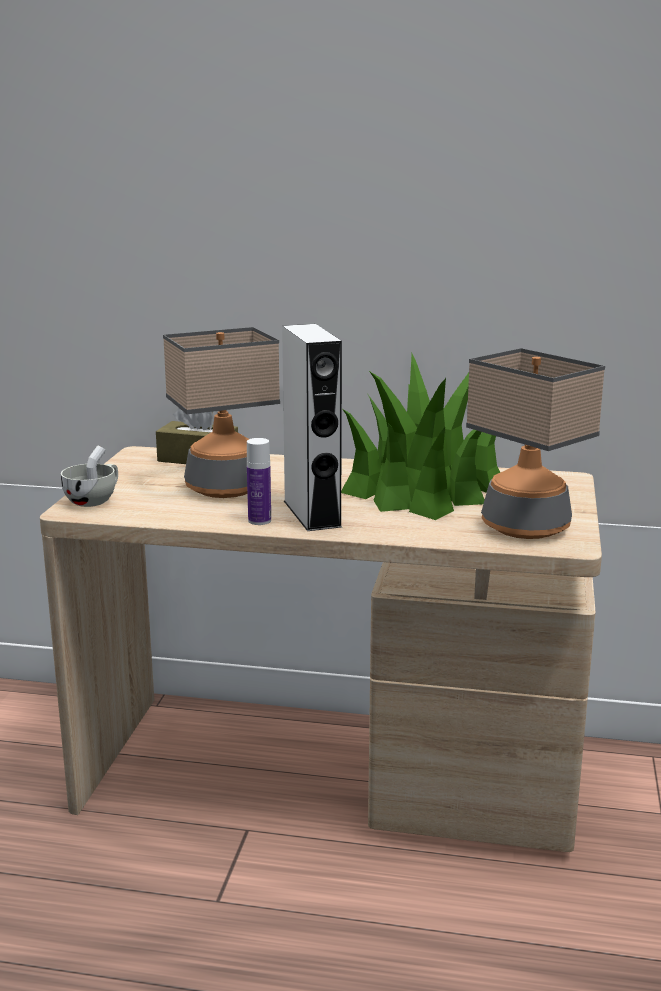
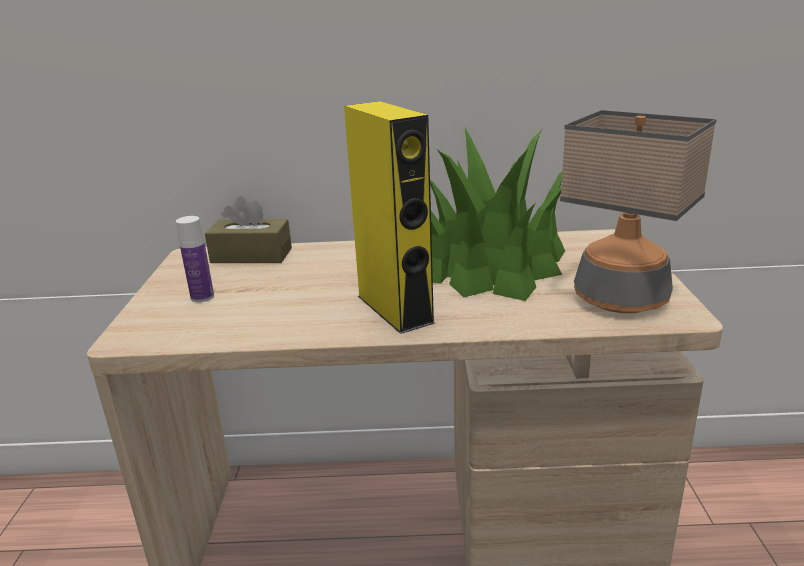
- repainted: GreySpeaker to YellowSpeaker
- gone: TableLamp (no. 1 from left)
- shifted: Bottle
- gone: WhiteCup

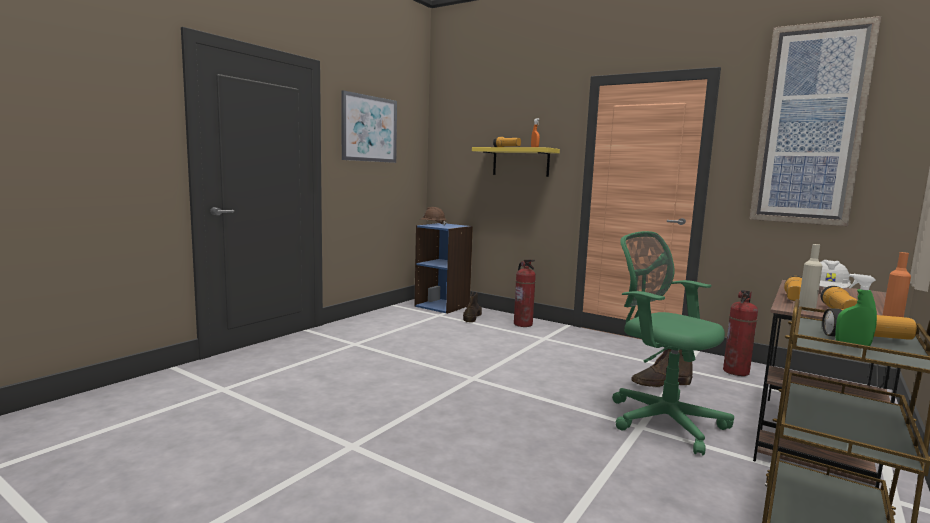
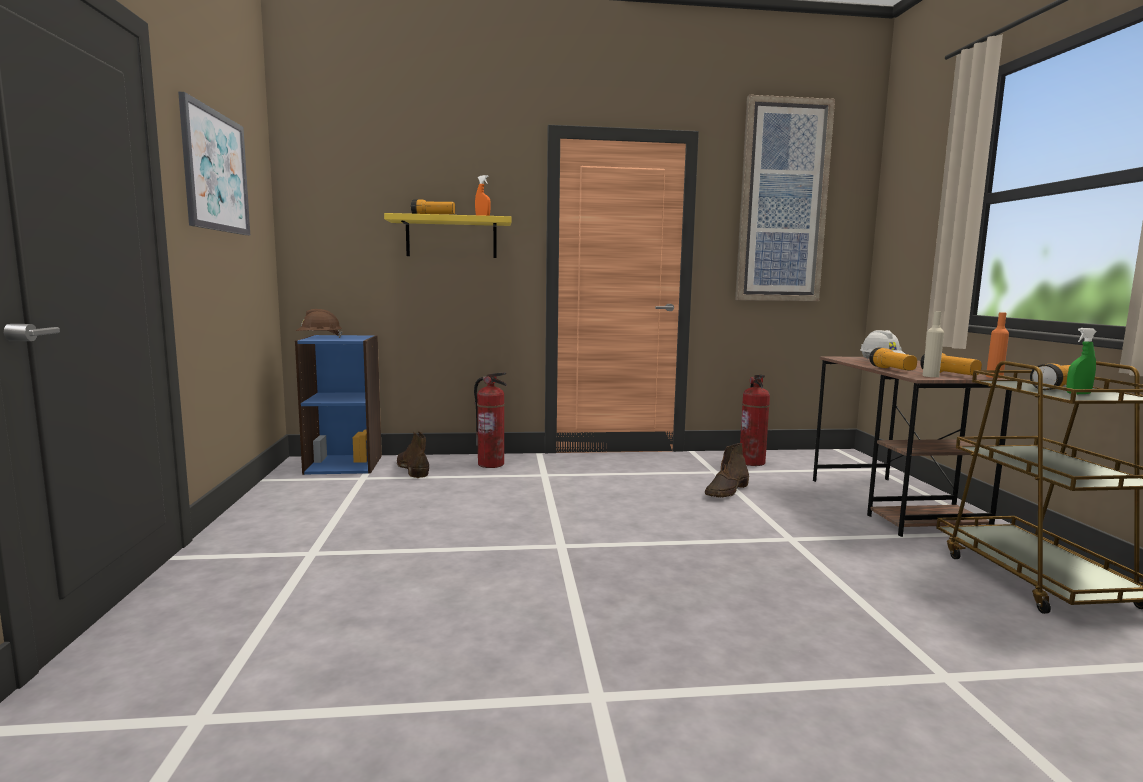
- gone: GreenOfficeChair

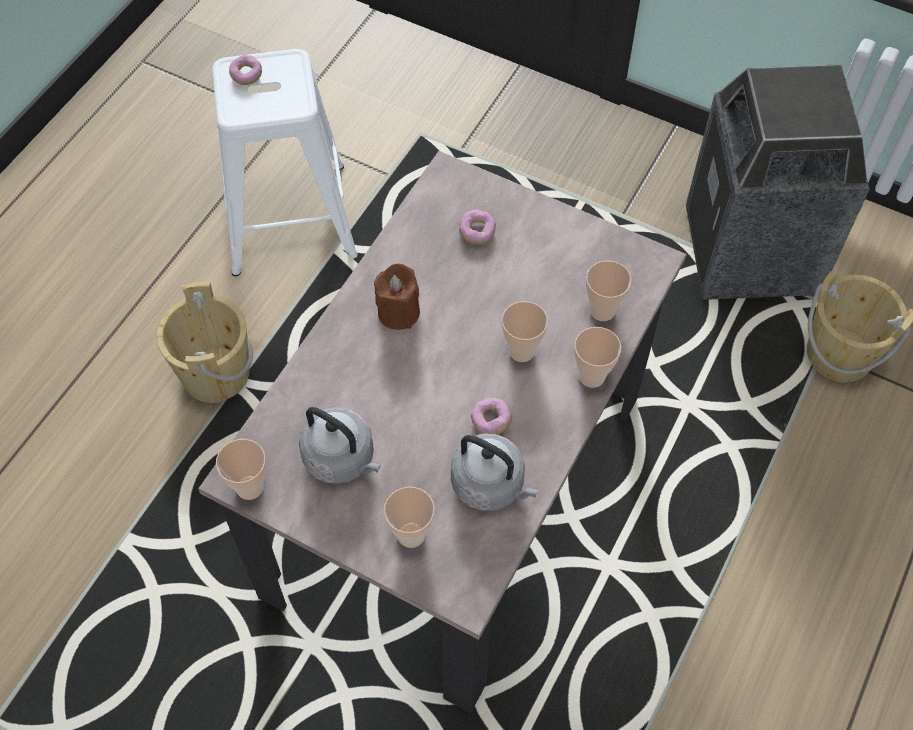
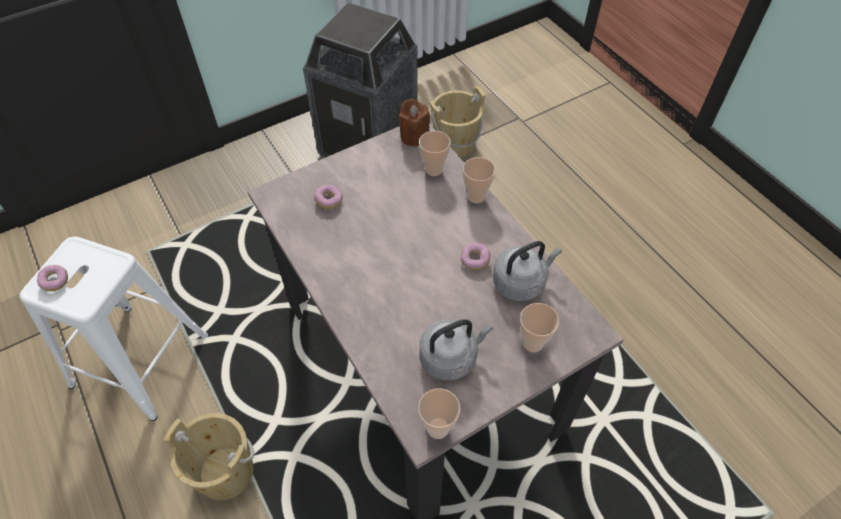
- shifted: BrownCandle
- gone: Cup (no. 3 from left)

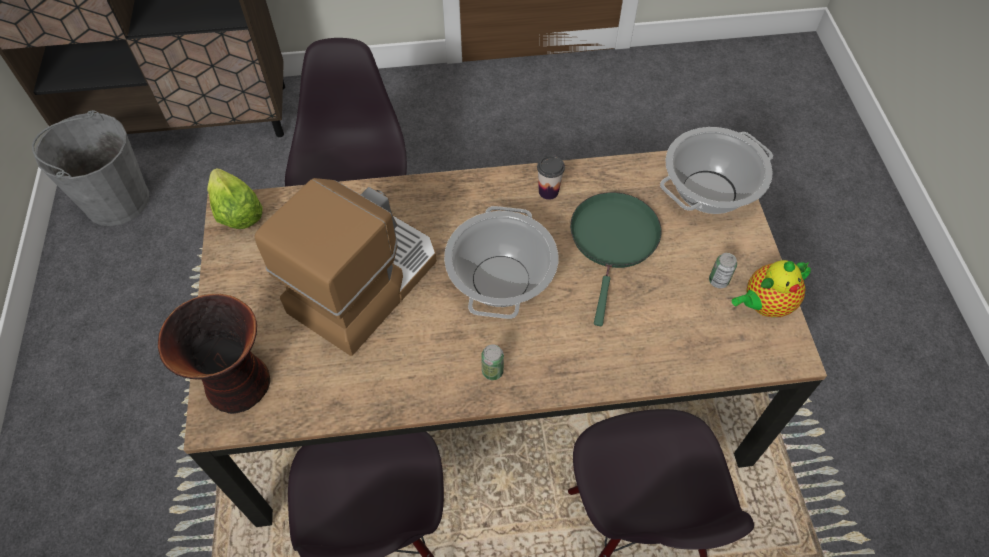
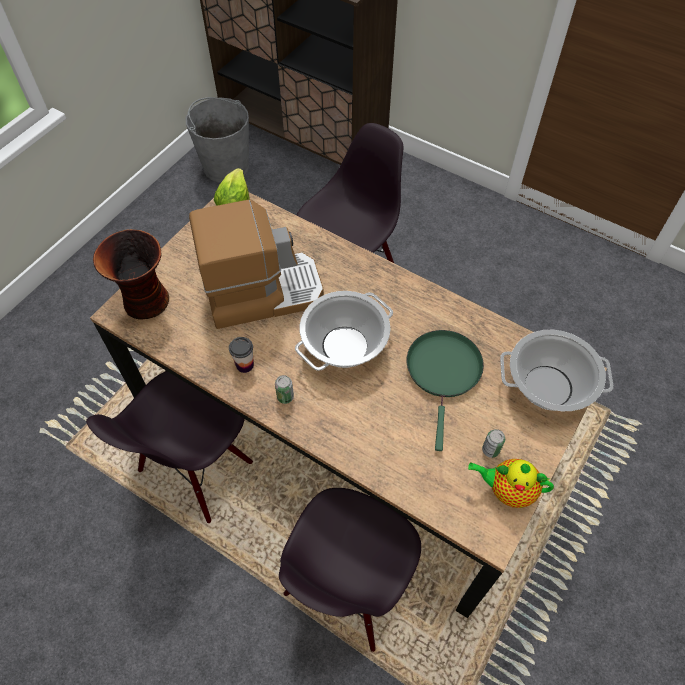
- shifted: Cup
- rotated: GreenFryingPan 45 degrees counterclockwise

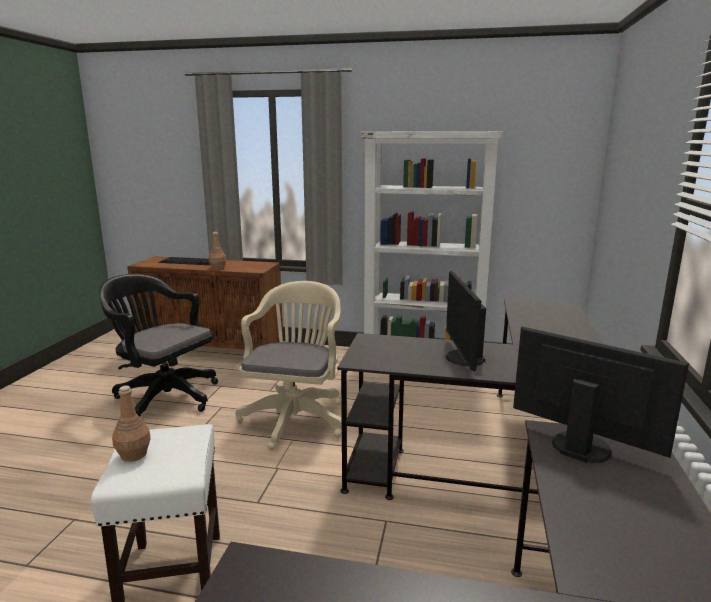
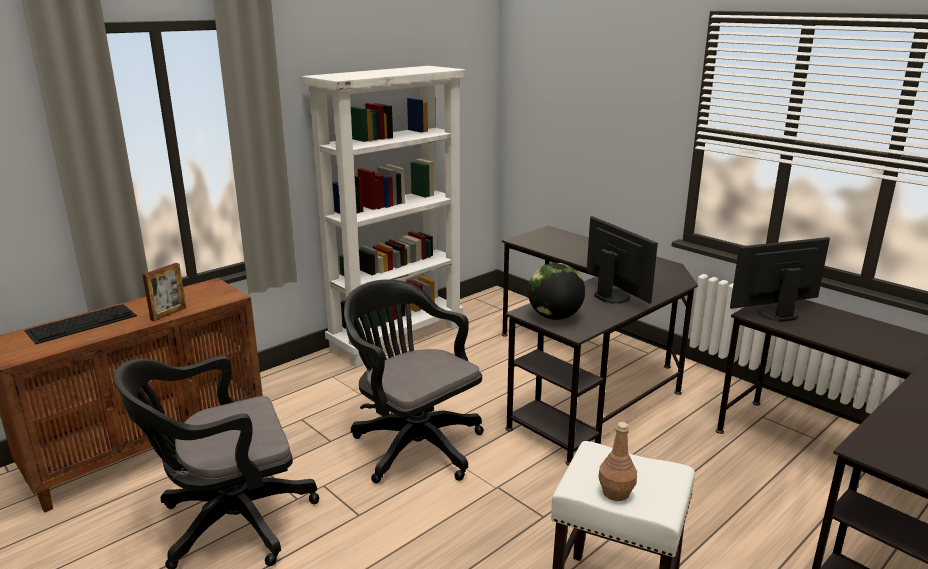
- swapped: BrownBottle (no. 2 from left) to PictureFrame
- rotated: Monitor (no. 1 from left) 150 degrees counterclockwise
- repainted: BeigeOfficeChair to BlackOfficeChair (no. 2 from left)
- new: Globe

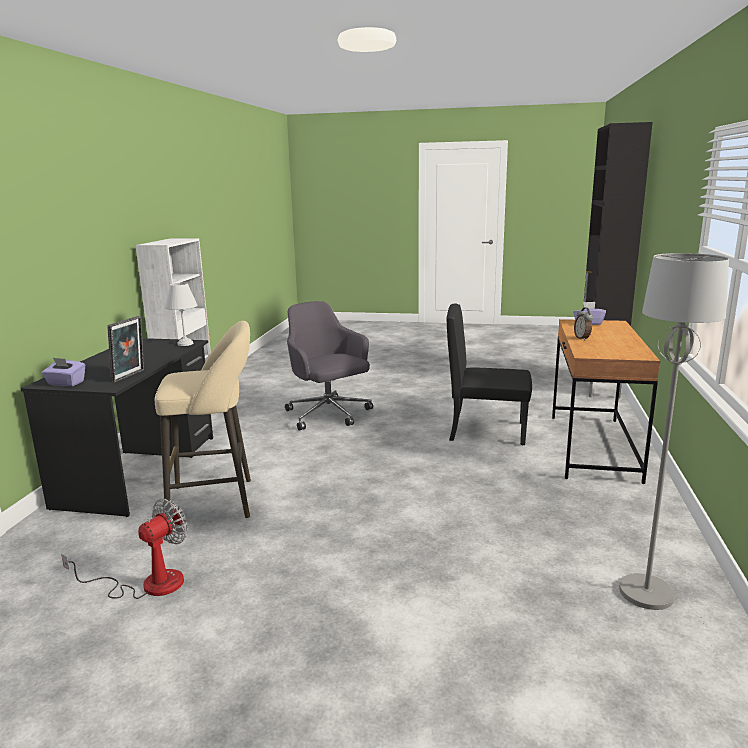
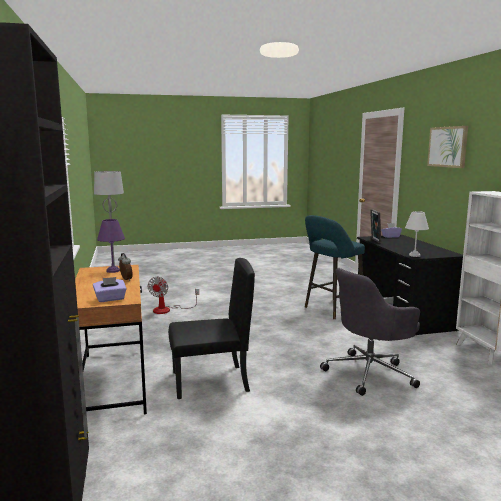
- rotated: GreyOfficeChair 120 degrees clockwise
- repainted: BeigeStool to TurquoiseStool
- shifted: Fan
- new: Picture
- new: PurpleTableLamp

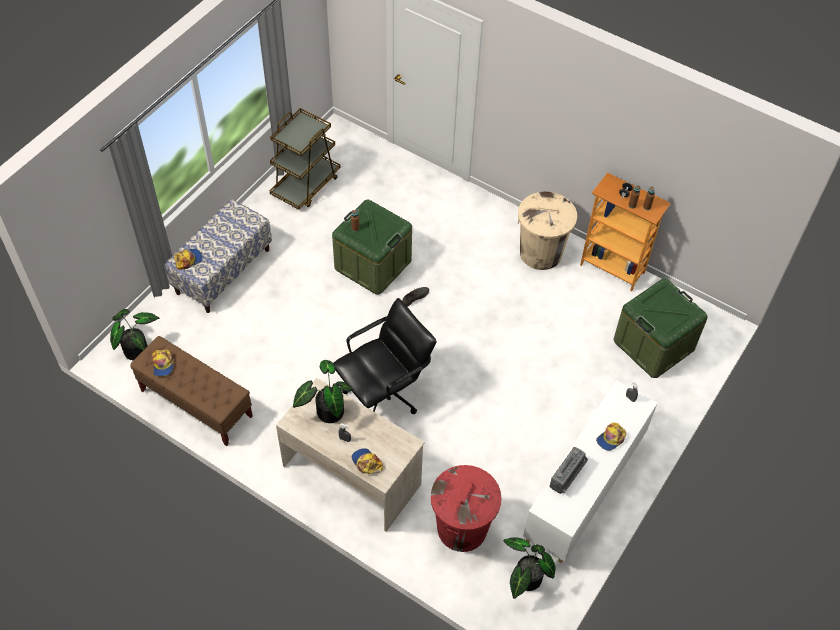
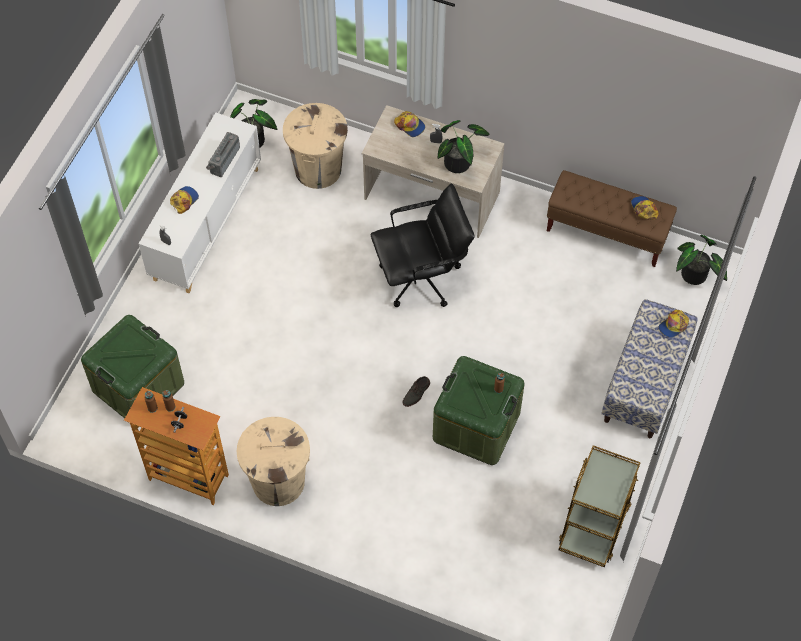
- rotated: BlackOfficeChair 150 degrees counterclockwise
- repainted: RedTrashCan to BeigeTrashCan (no. 2 from left)

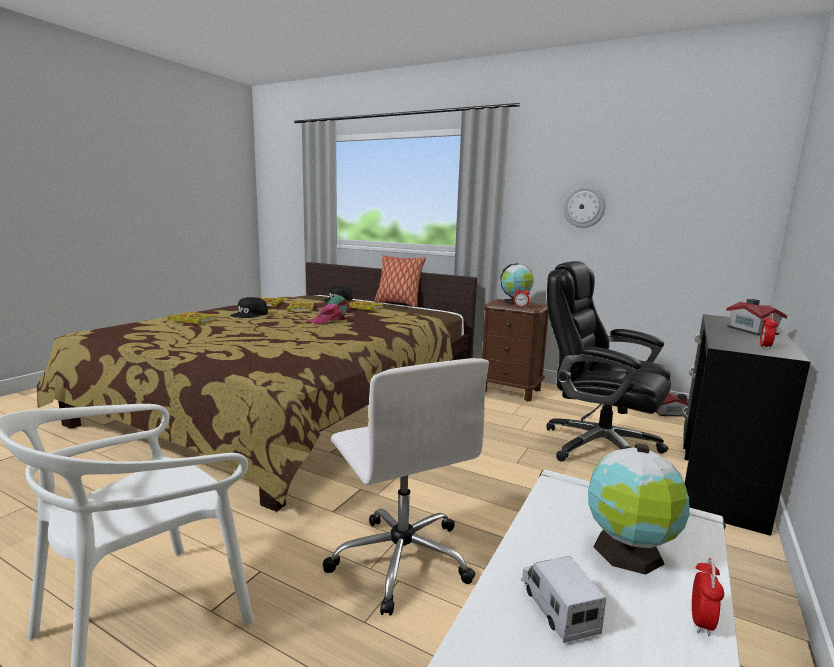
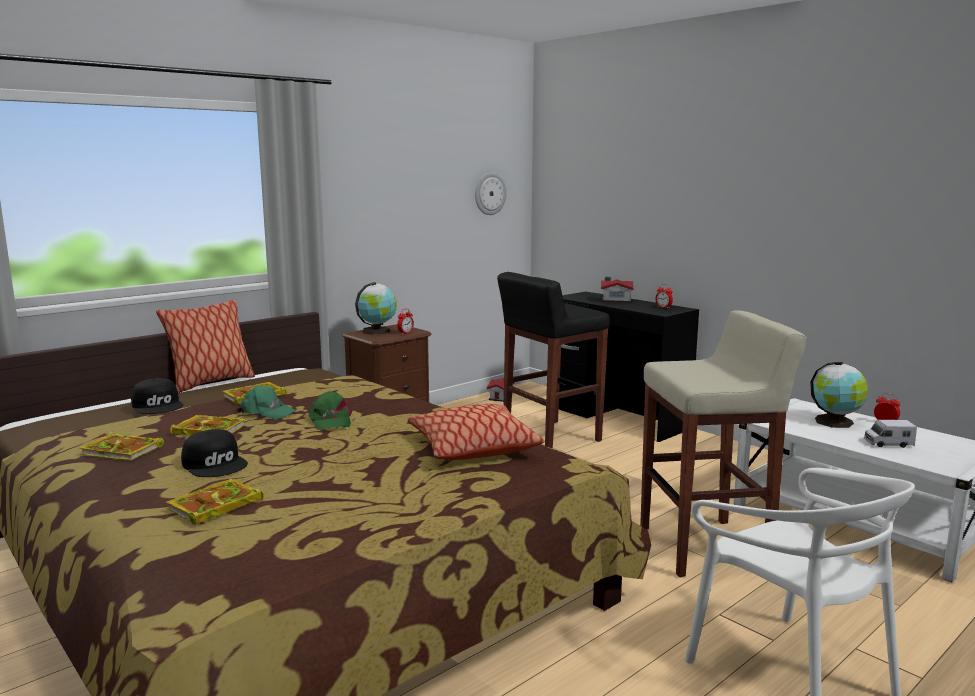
- shifted: WallClock
- swapped: BlackOfficeChair to BlackStool
- repainted: PinkCap to GreenCap (no. 2 from left)
- swapped: WhiteOfficeChair to BeigeStool
- new: Pillow (no. 2 from left)

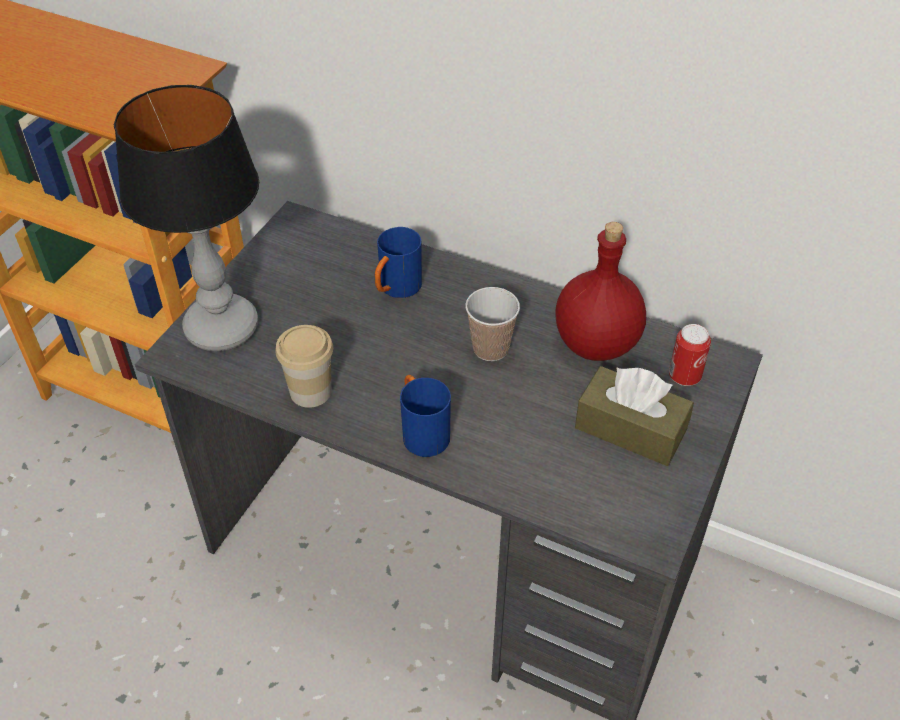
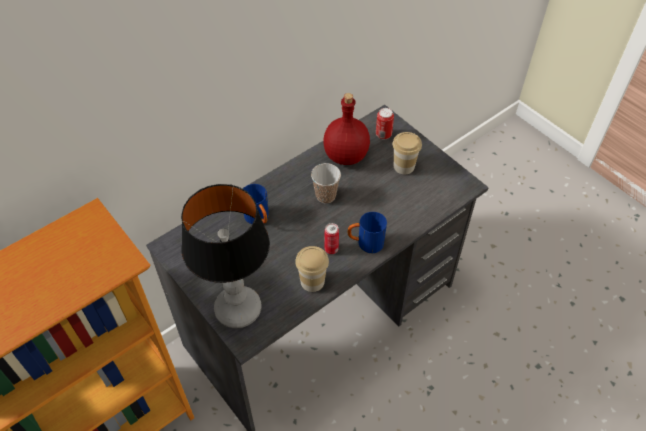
- swapped: BrownTissueBox to Cup (no. 3 from left)
- new: Can (no. 1 from left)

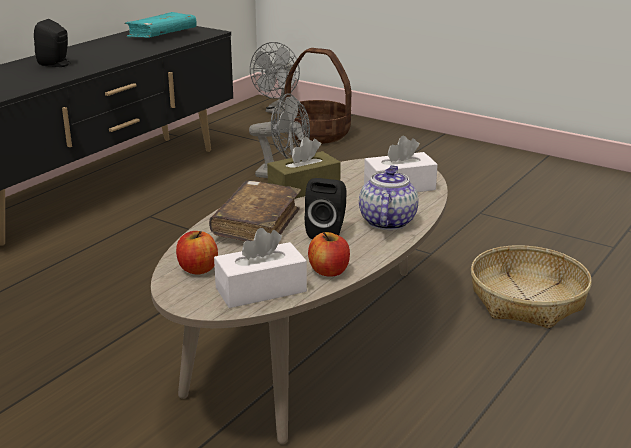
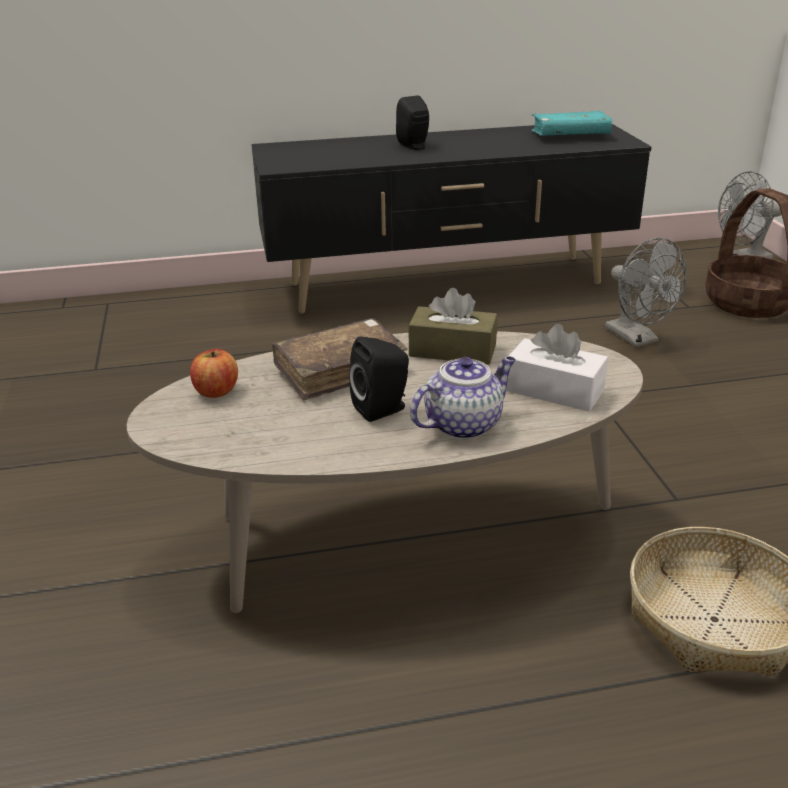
- gone: WhiteTissueBox (no. 1 from left)
- gone: Apple (no. 2 from left)

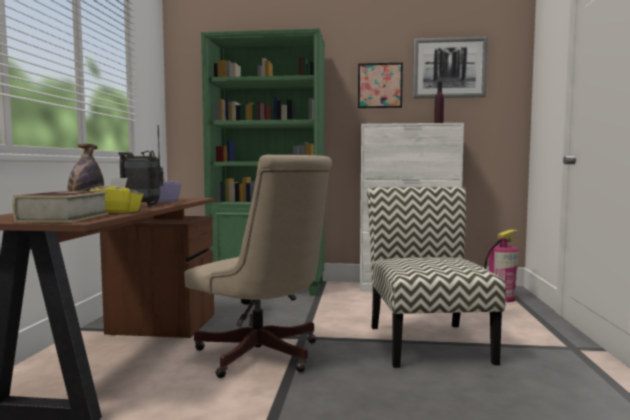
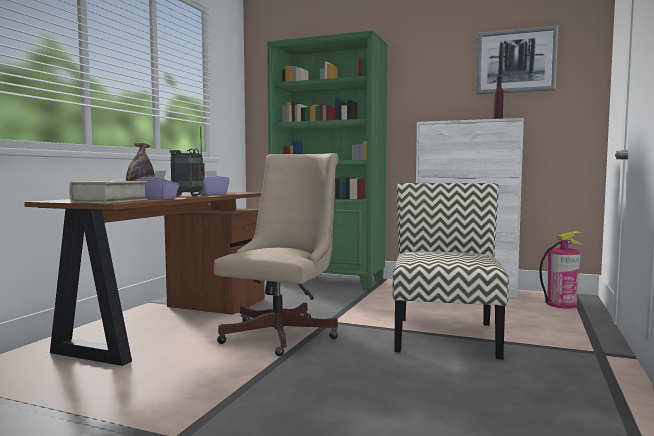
- gone: Picture (no. 1 from left)
- rotated: BeigeOfficeChair 120 degrees counterclockwise
- repainted: YellowTissueBox to PurpleTissueBox (no. 1 from left)

